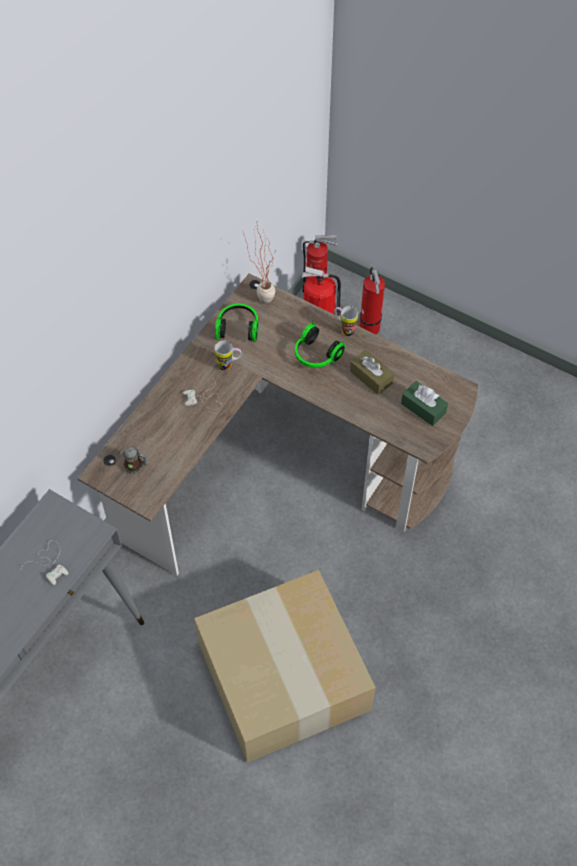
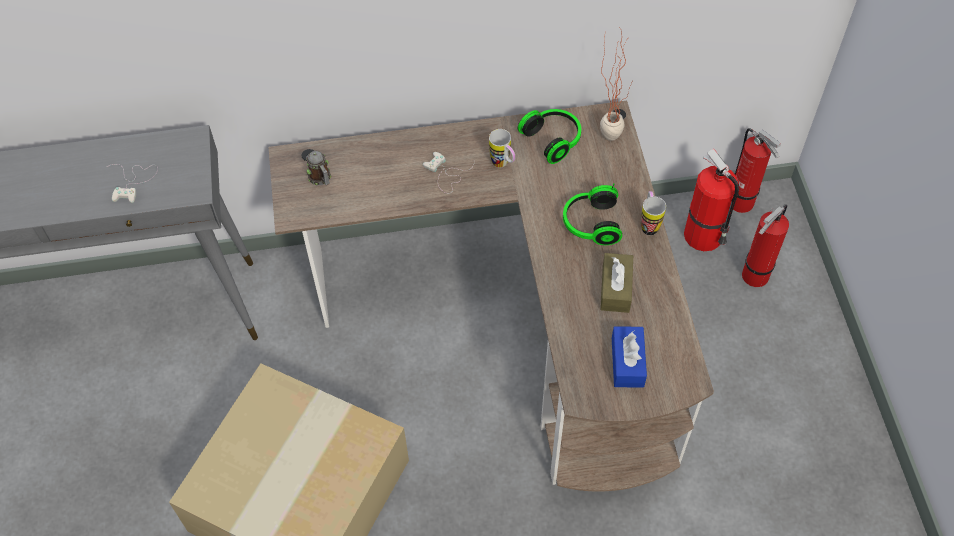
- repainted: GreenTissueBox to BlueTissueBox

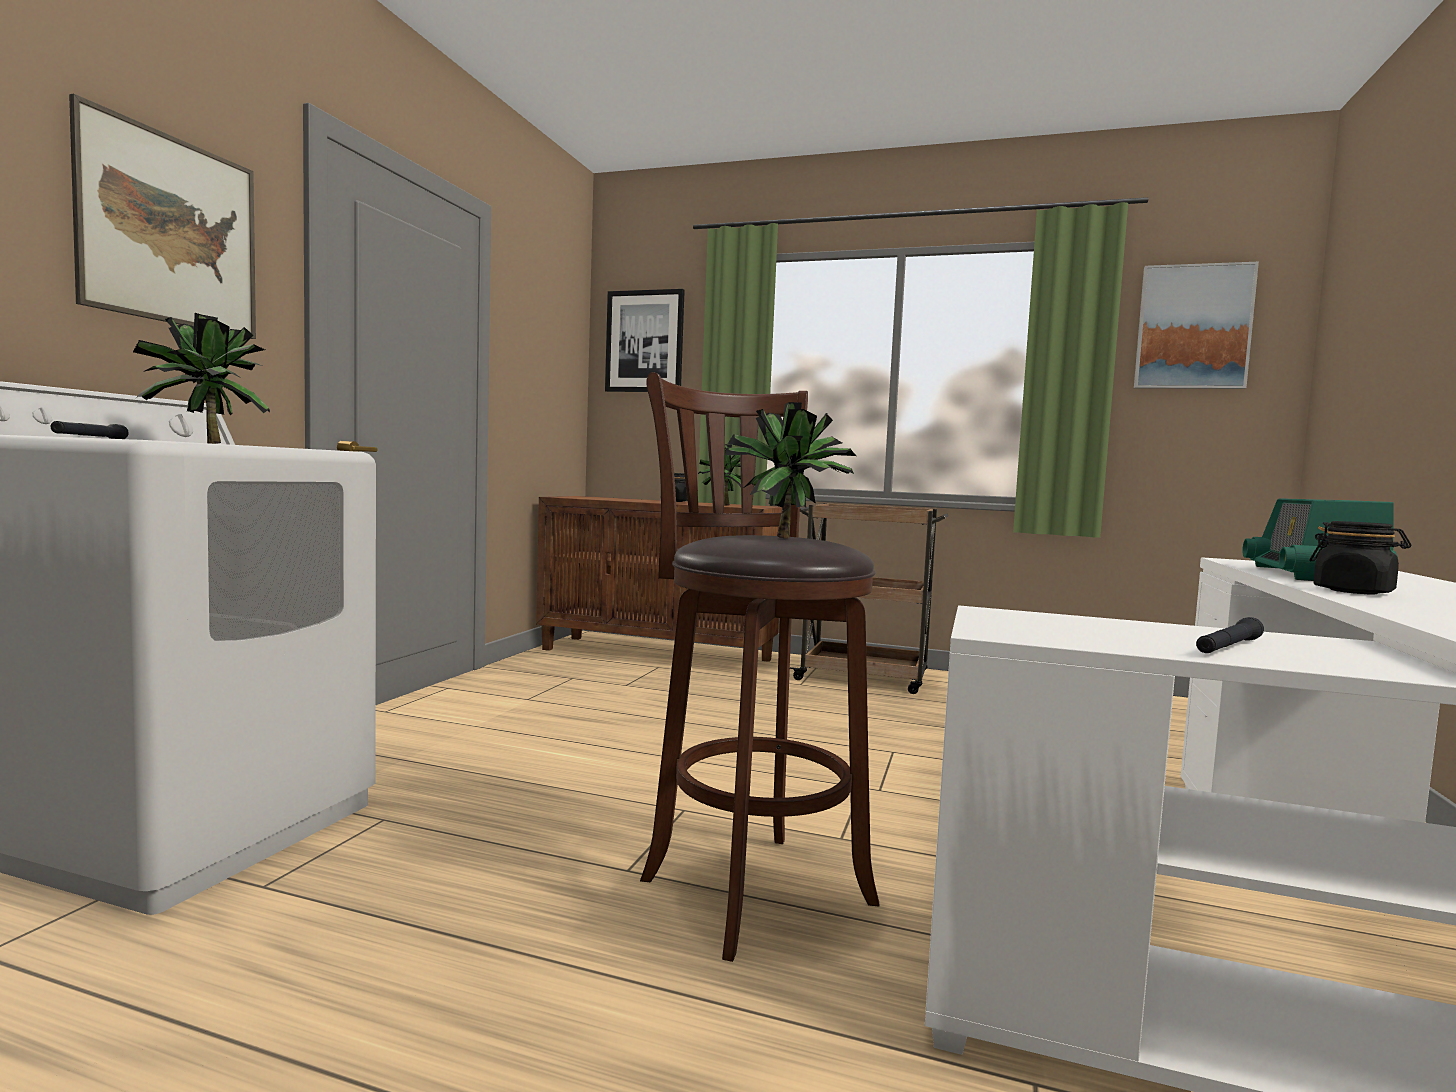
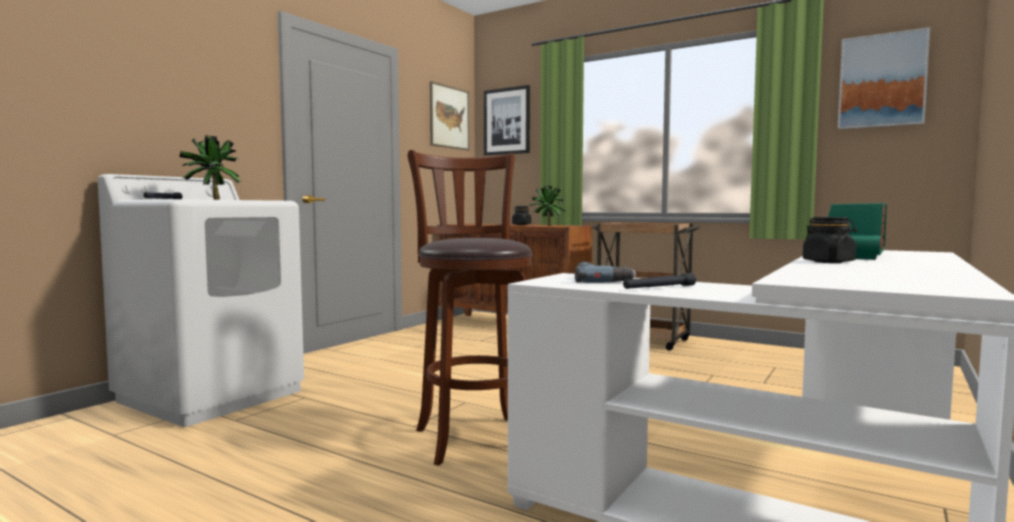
- shifted: Picture (no. 1 from left)
- gone: PottedPlant (no. 3 from left)
- new: PowerDrill

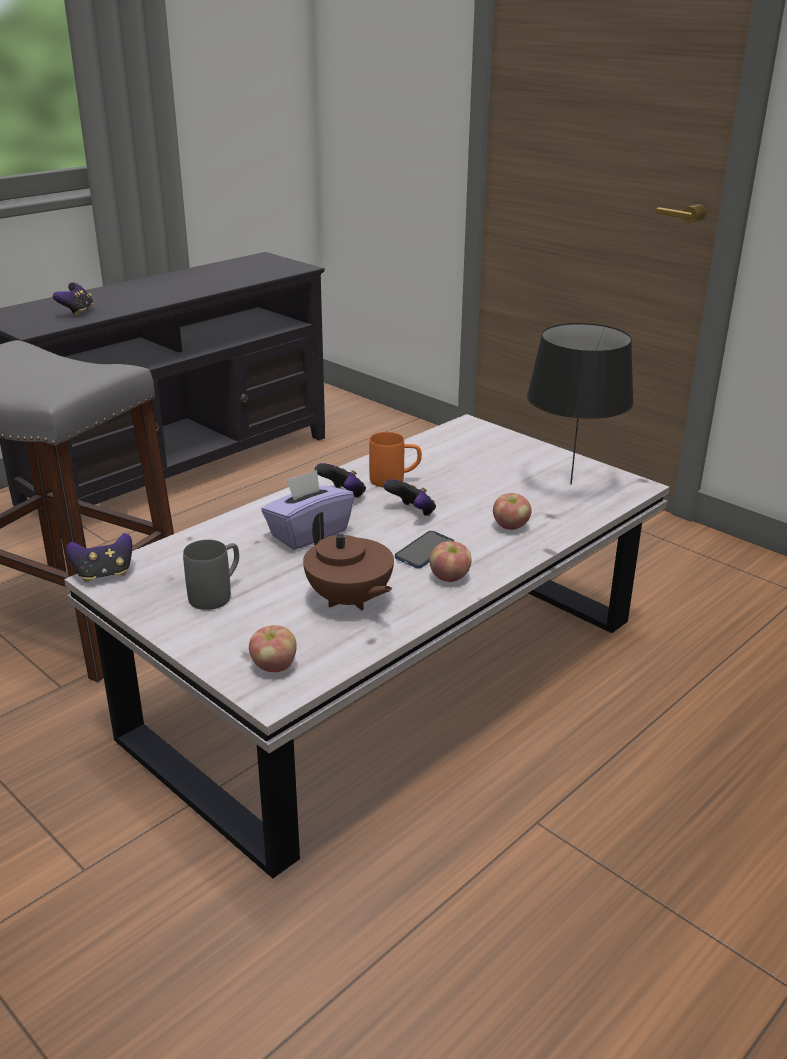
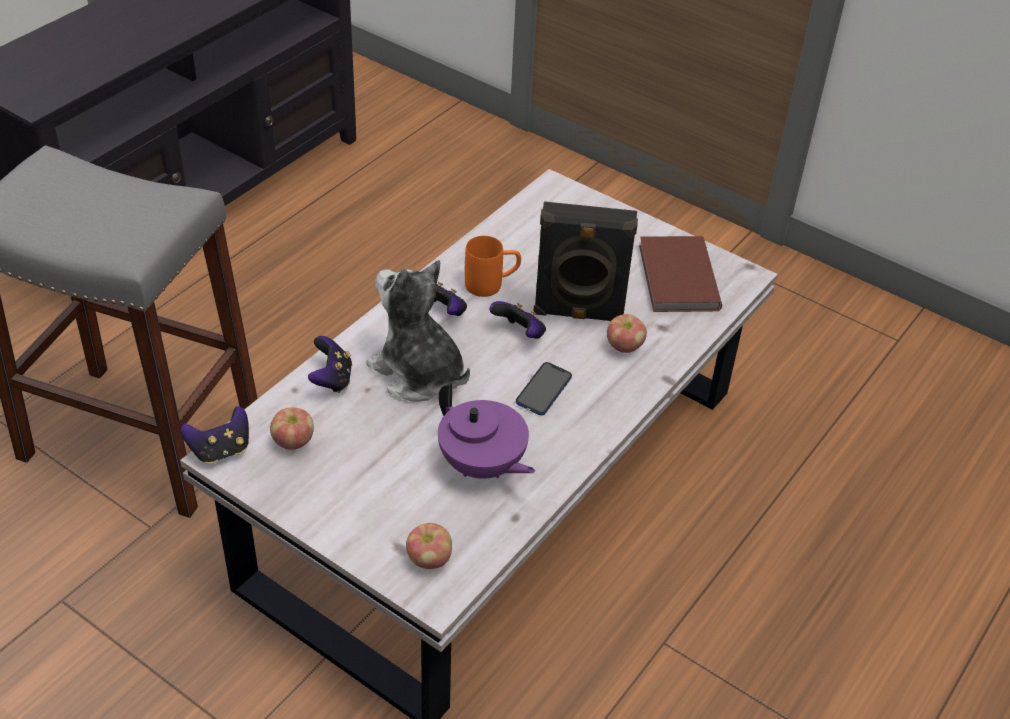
- shifted: GameController (no. 1 from left in the first image) to GameController (no. 2 from left)
- swapped: BlackTableLamp to BrownBook
- swapped: PurpleTissueBox to PlushToy
- repainted: BrownTeapot to PurpleTeapot
- gone: GreyMug
- shifted: Apple (no. 2 from left in the first image) to Apple (no. 1 from left)
- new: BlackSpeaker

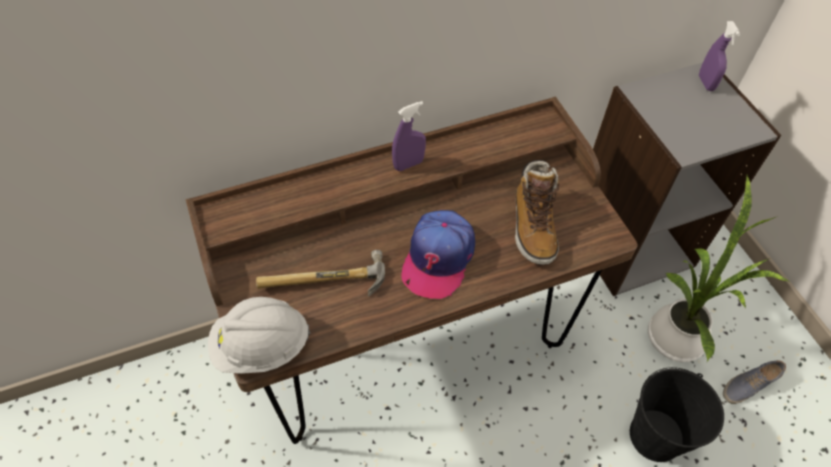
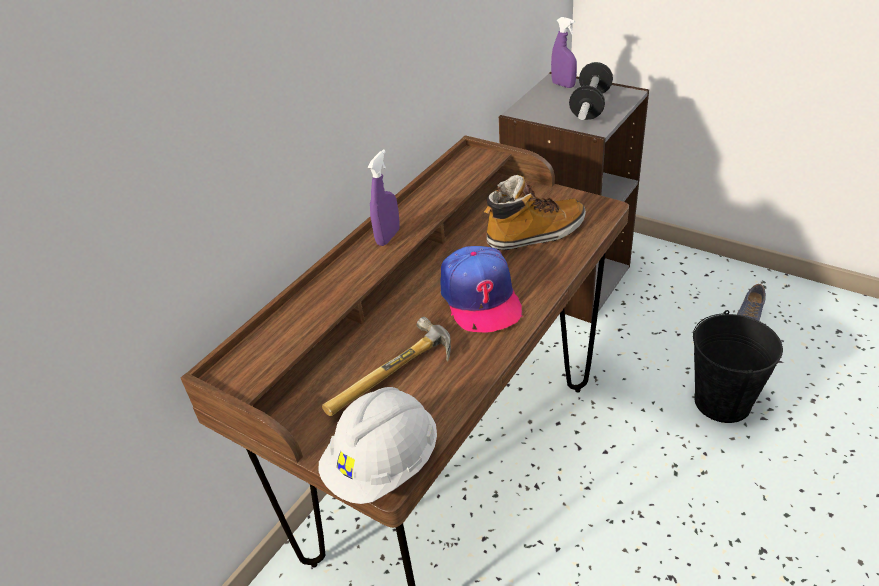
- rotated: Boot 75 degrees counterclockwise
- gone: PottedPlant
- new: Dumbbell

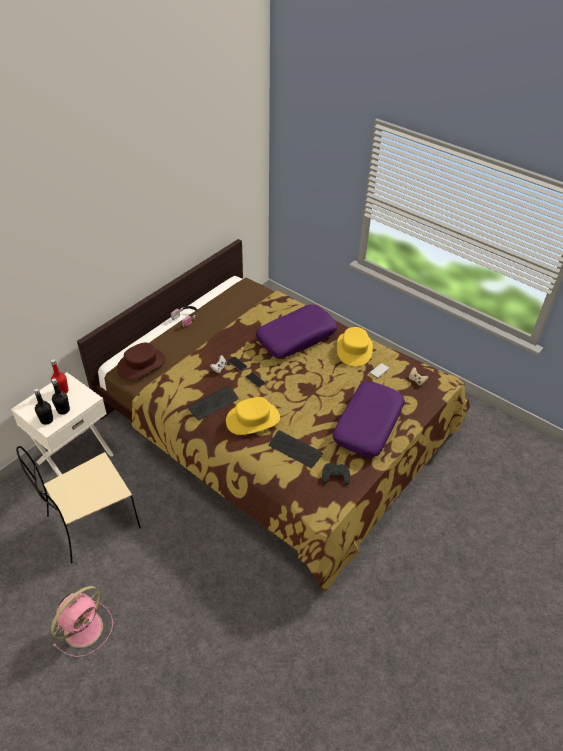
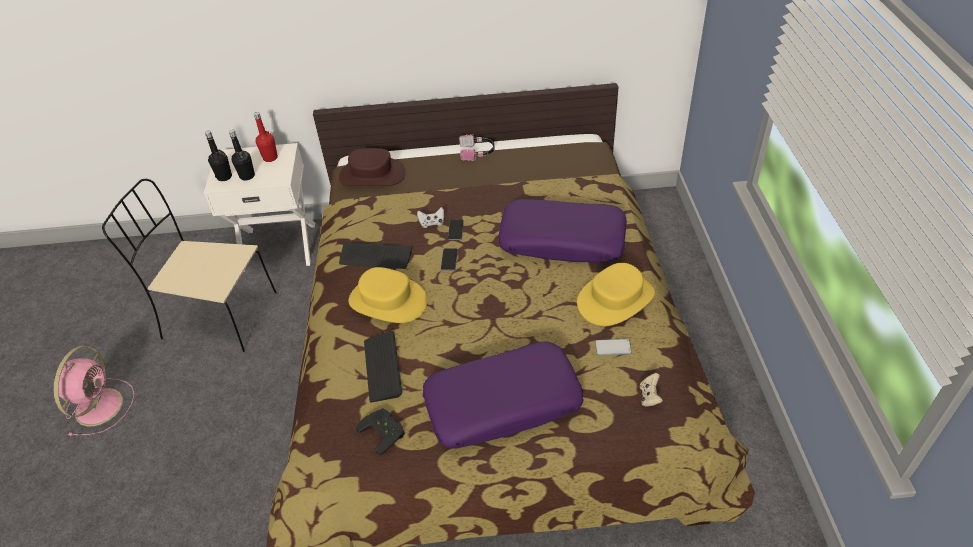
- rotated: PinkFan 75 degrees counterclockwise

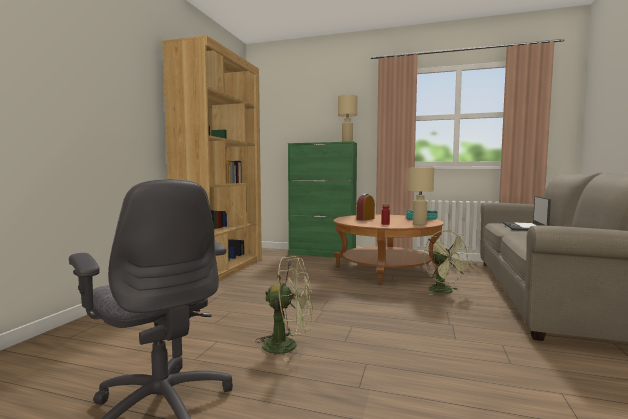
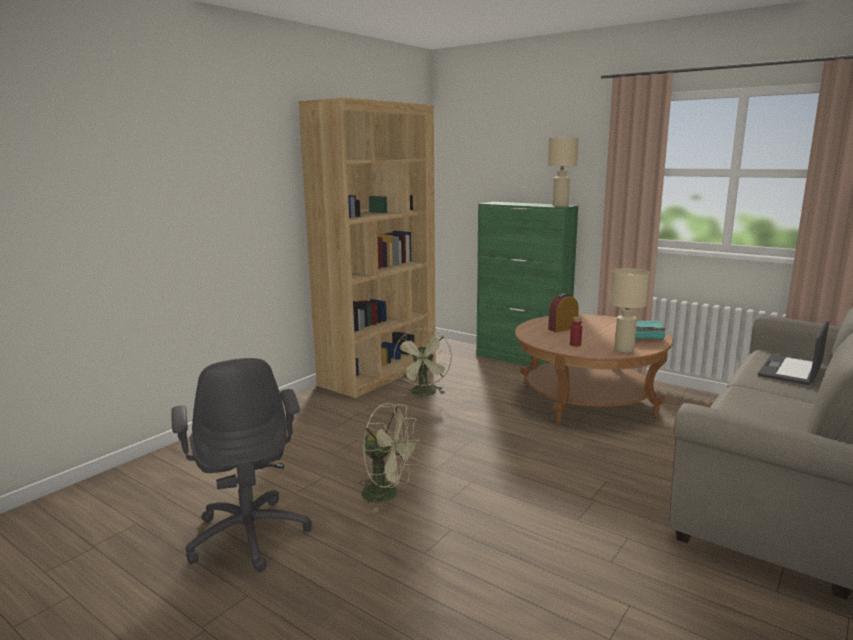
- shifted: GreenFan (no. 2 from left)

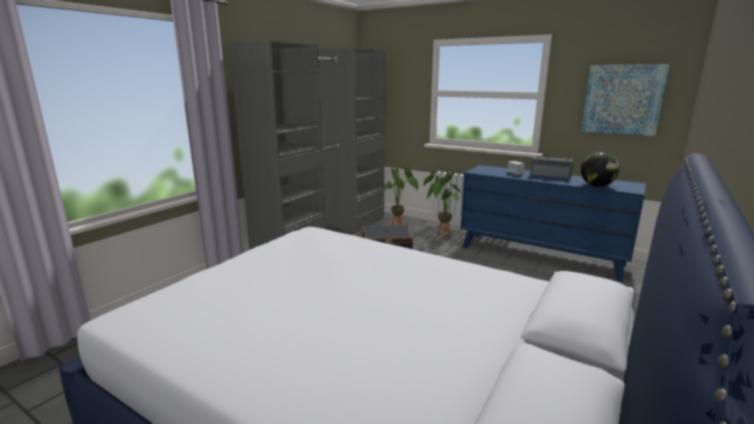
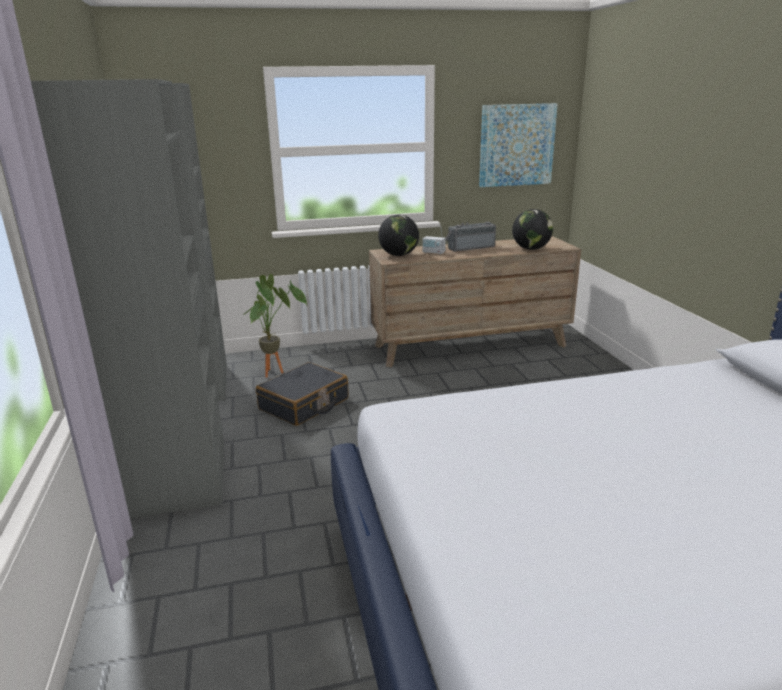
- repainted: BlueDresser to BrownDresser
- gone: PottedPlant (no. 2 from left)
- new: Globe (no. 1 from left)

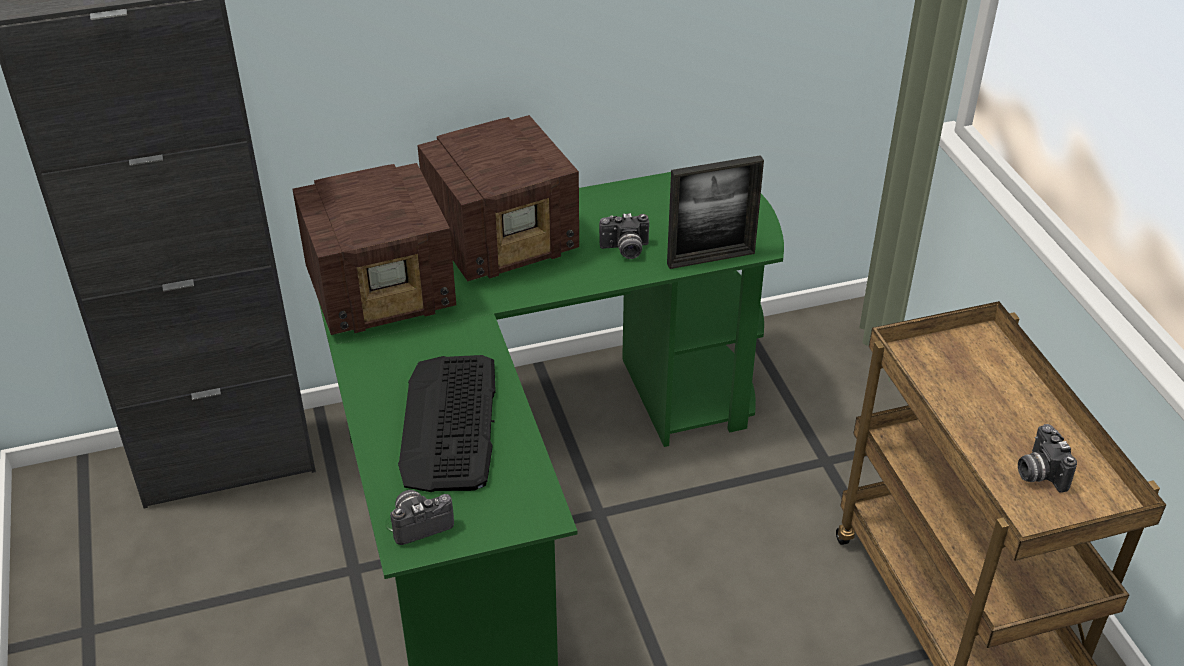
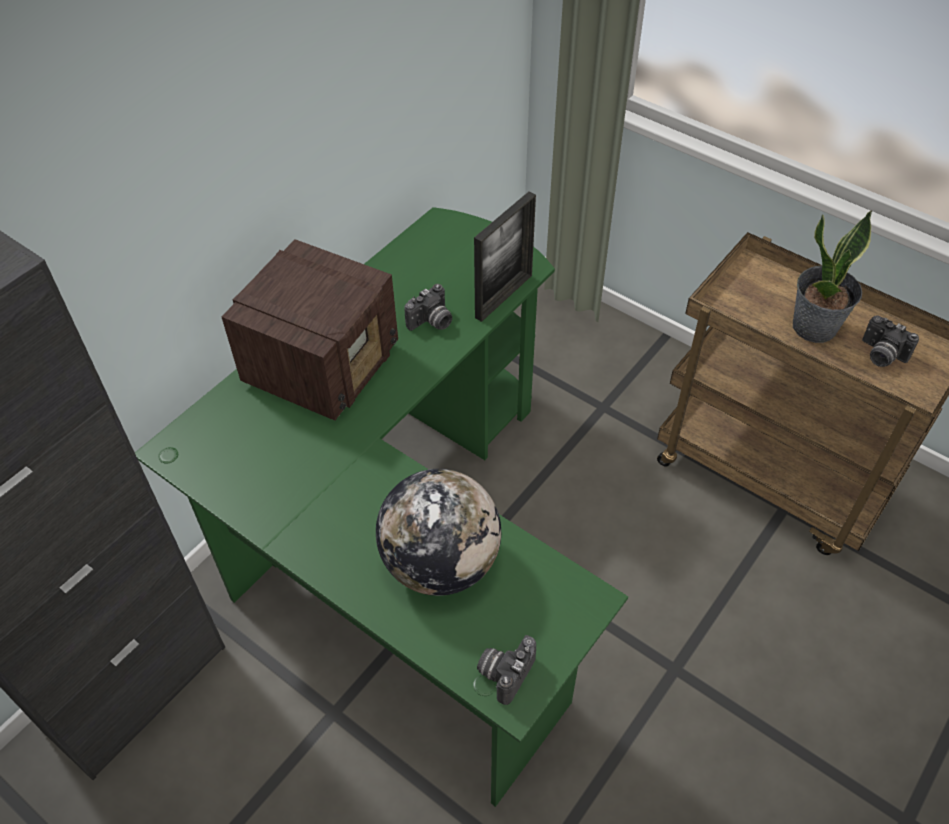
- gone: Radio (no. 1 from left)
- swapped: Keyboard to Globe
- new: PottedPlant

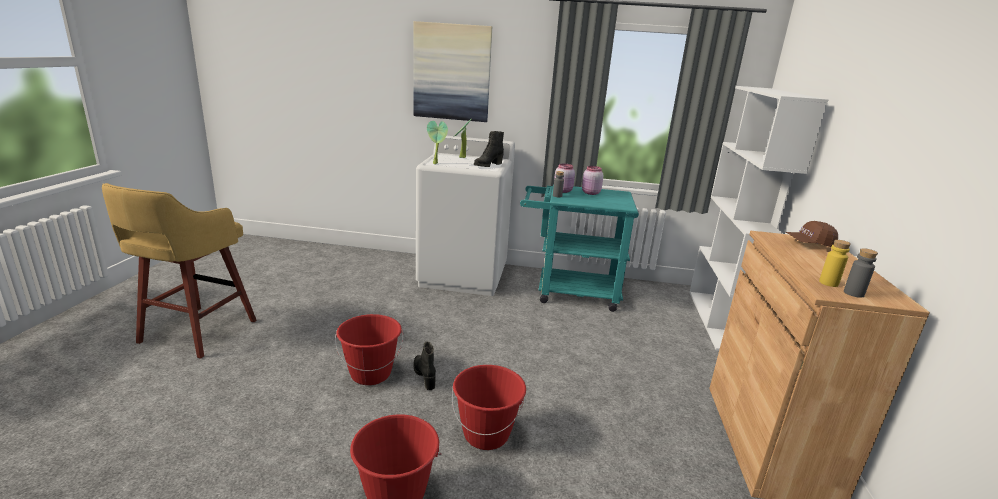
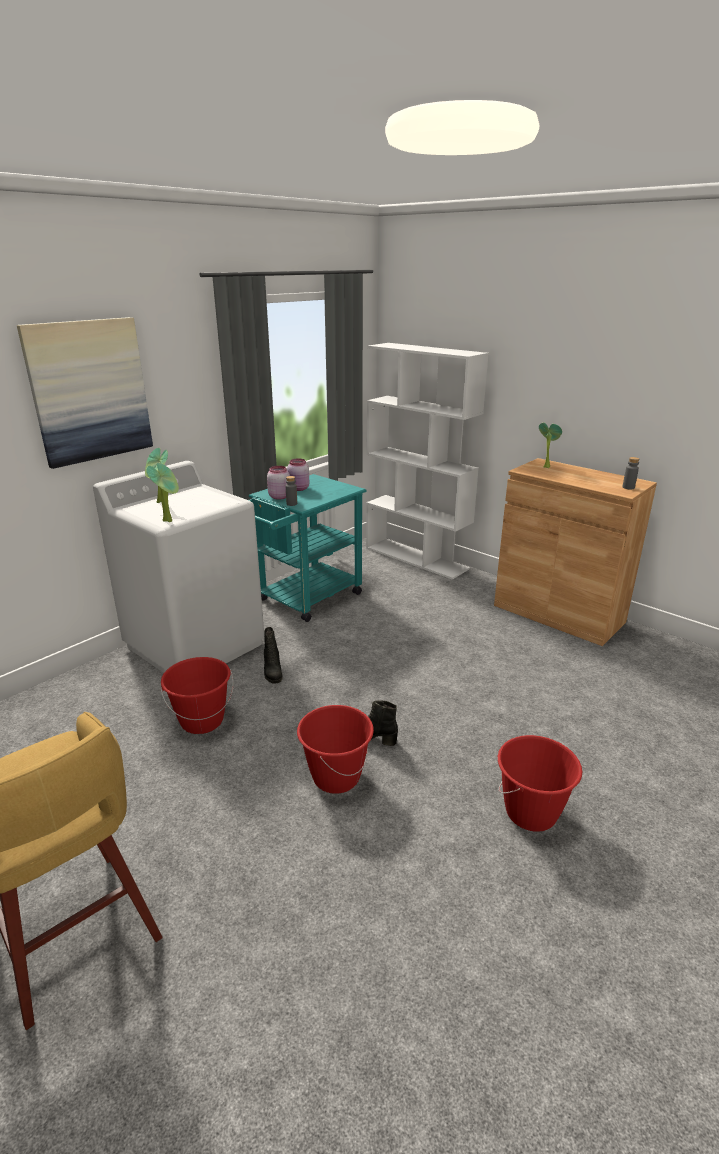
- shifted: BlackBoot (no. 2 from left in the first image) to BlackBoot (no. 1 from left)
- swapped: BrownCap to PottedPlant (no. 3 from left)
- gone: YellowBottle
- shifted: RedBucket (no. 3 from left in the first image) to RedBucket (no. 1 from left)

